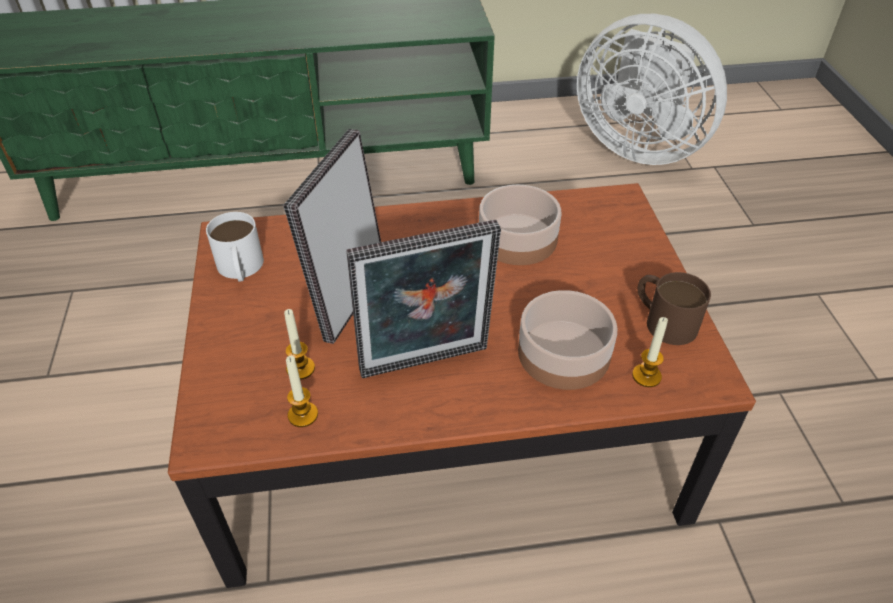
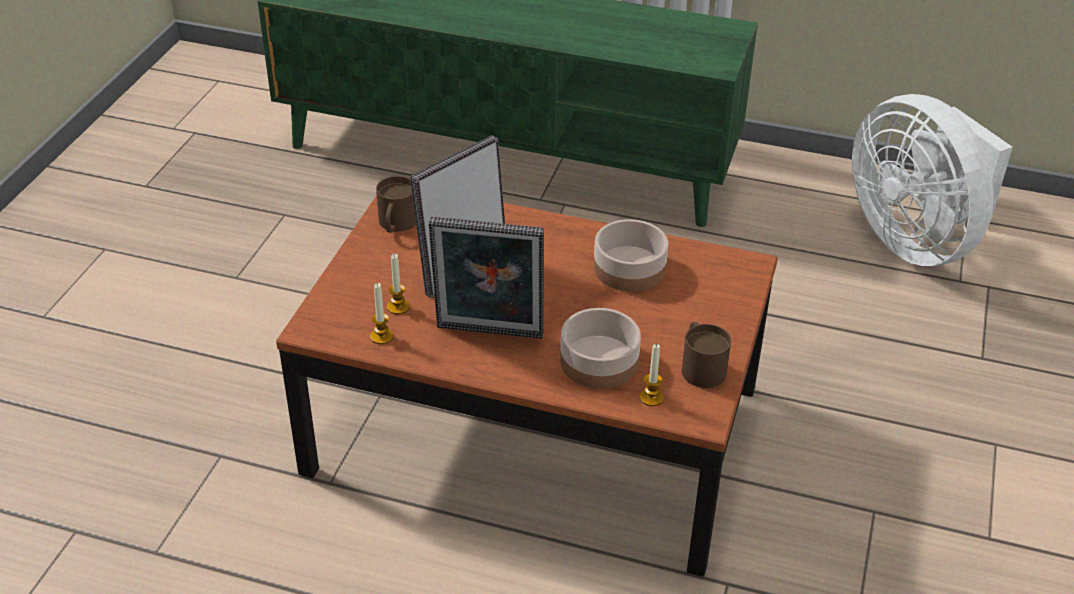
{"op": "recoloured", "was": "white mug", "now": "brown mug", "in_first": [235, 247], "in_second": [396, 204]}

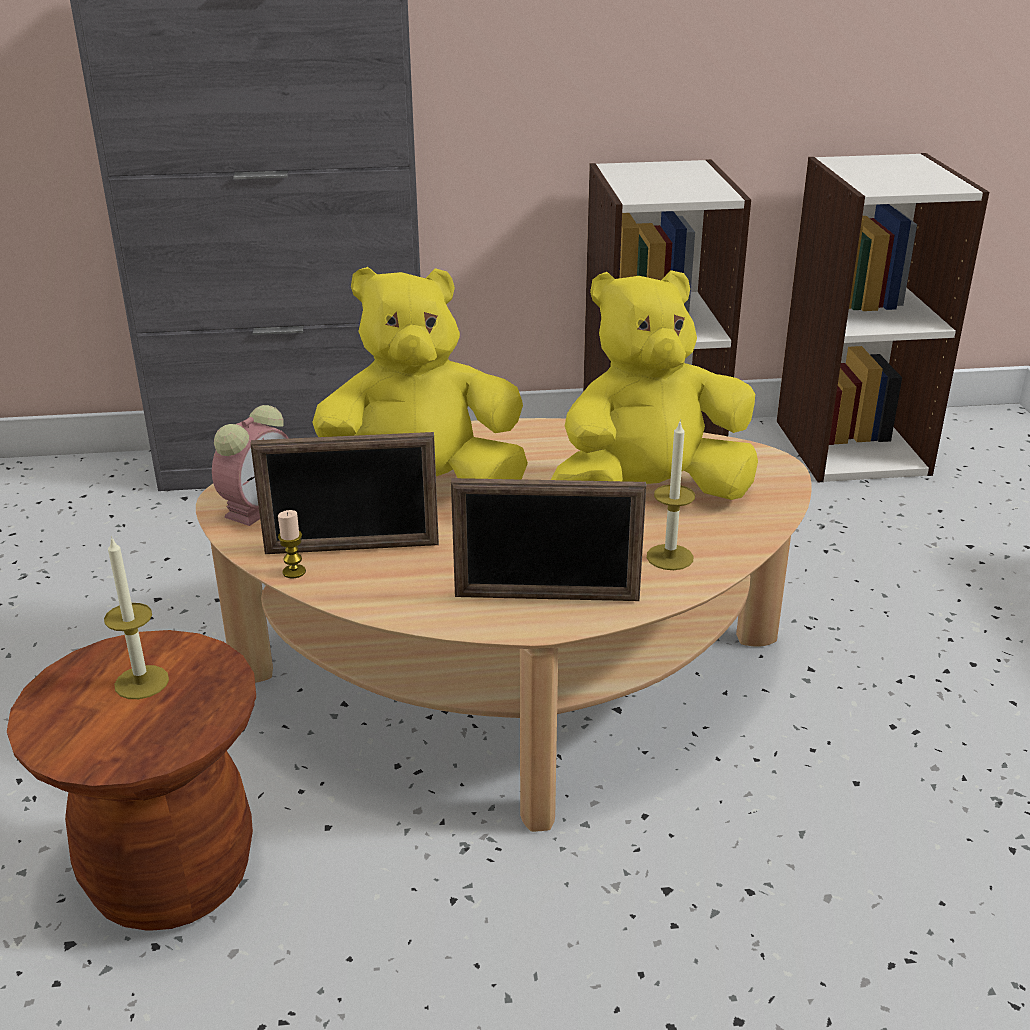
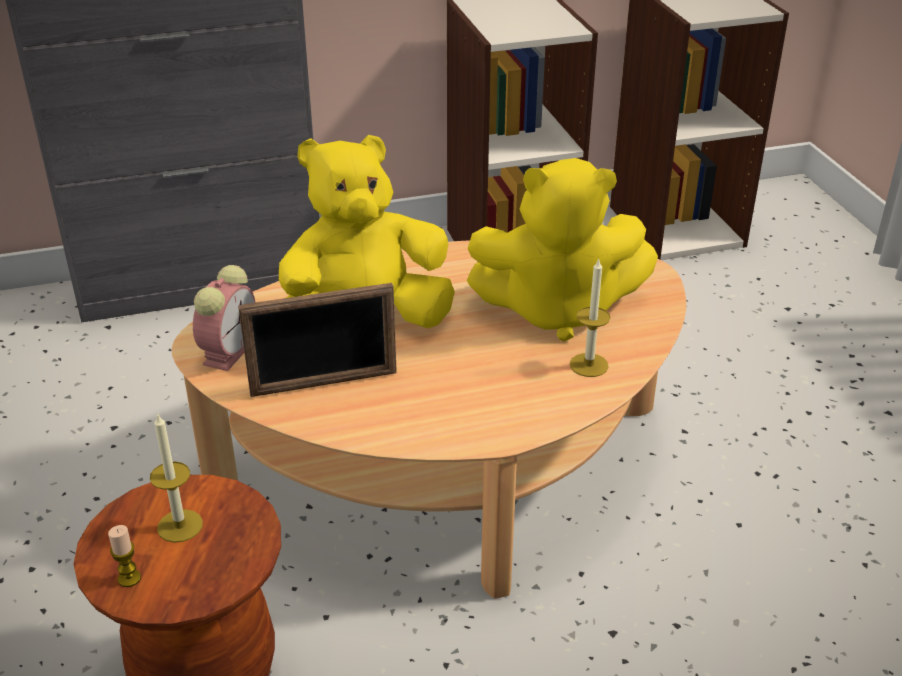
{"op": "moved", "was": "candle", "in_first": [292, 544], "in_second": [124, 556]}
{"op": "turned", "was": "yellow plush toy", "in_first": [654, 385], "in_second": [562, 250], "clockwise": -150}
{"op": "removed", "was": "picture frame", "in_first": [548, 539]}

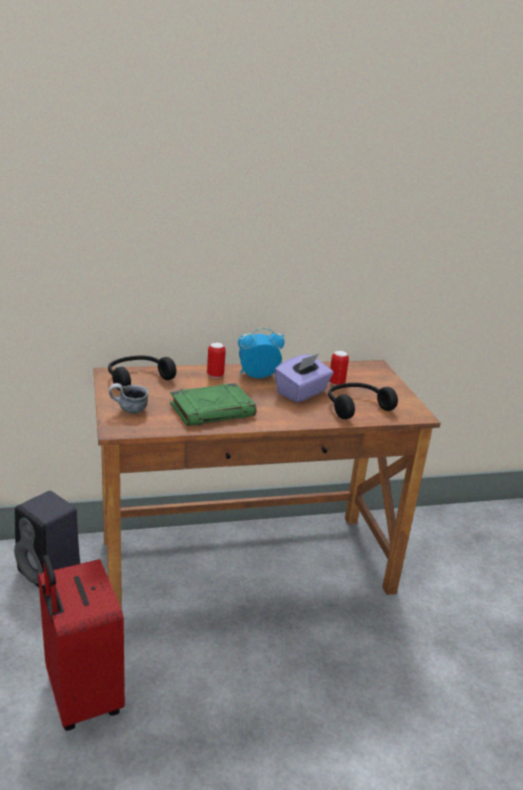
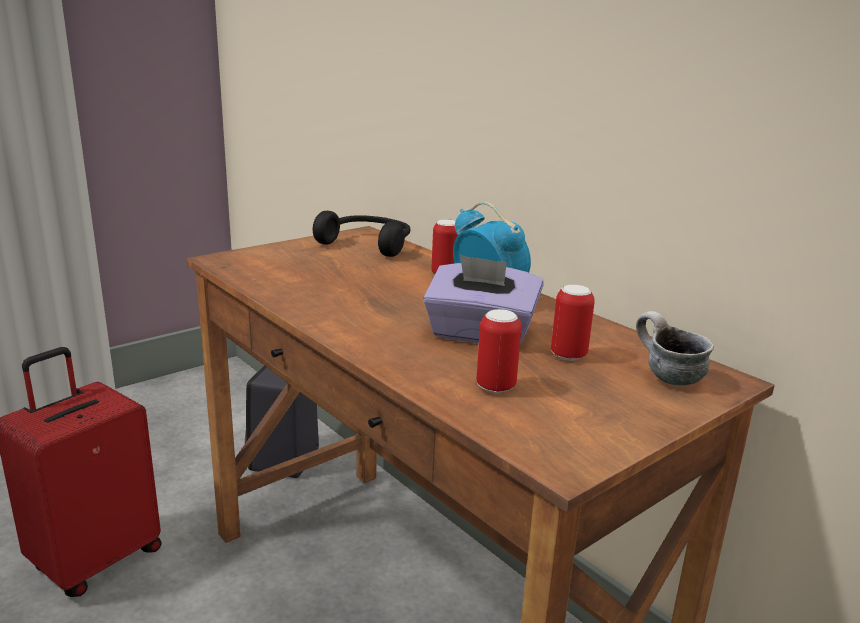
{"op": "replaced", "was": "black headphones", "now": "can", "in_first": [363, 401], "in_second": [499, 351]}
{"op": "moved", "was": "mug", "in_first": [129, 398], "in_second": [675, 348]}
{"op": "removed", "was": "green book", "in_first": [213, 404]}

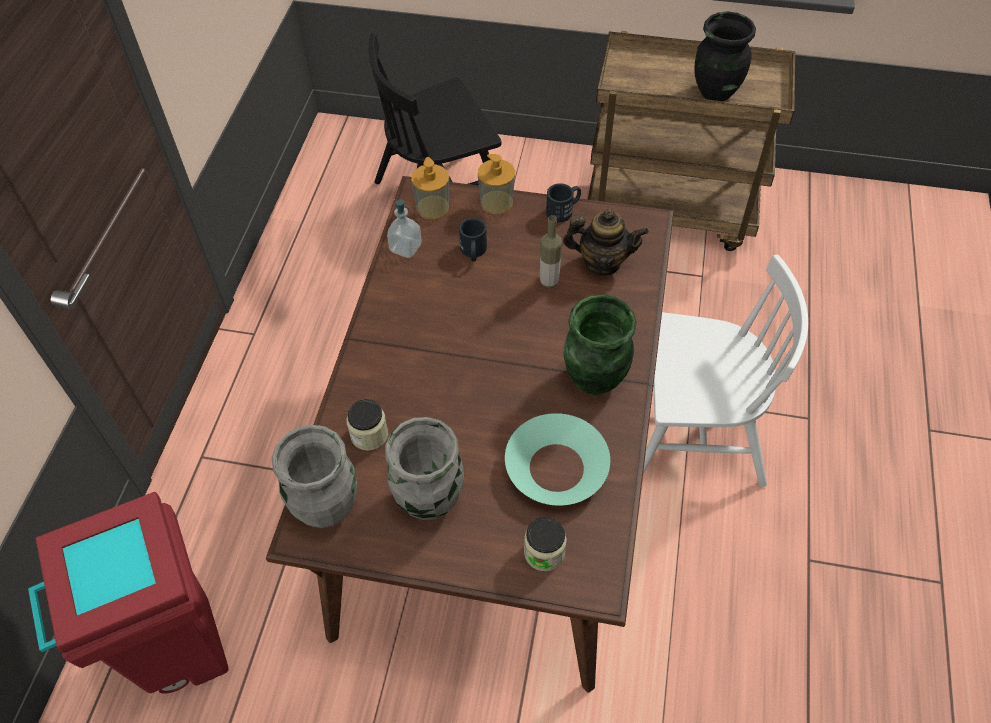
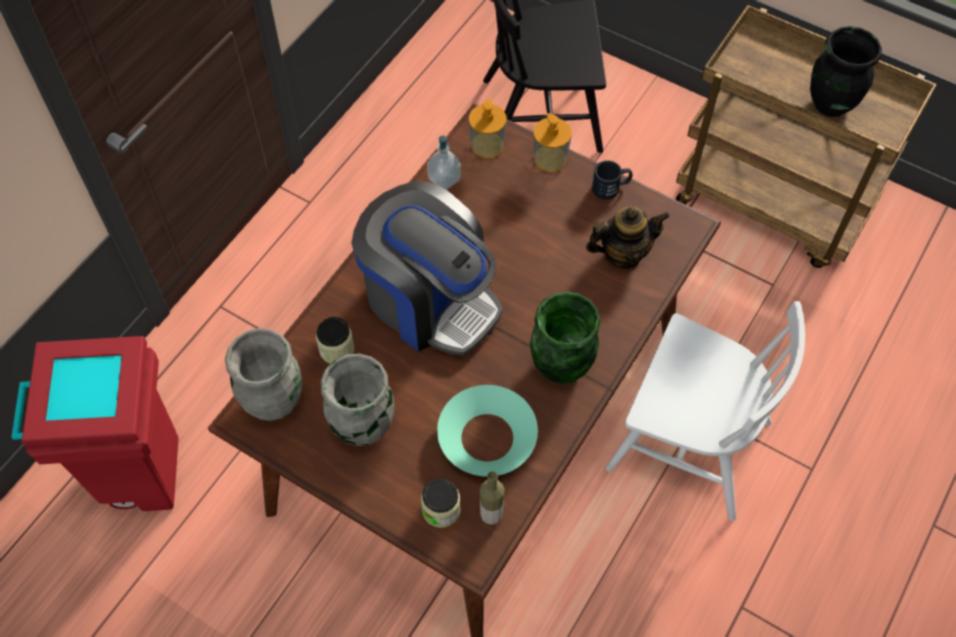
{"op": "added", "now": "coffee machine", "in_second": [427, 268]}
{"op": "moved", "was": "bottle", "in_first": [551, 251], "in_second": [492, 498]}
{"op": "turned", "was": "teapot", "in_first": [606, 242], "in_second": [628, 238], "clockwise": -45}
{"op": "removed", "was": "black mug", "in_first": [473, 240]}

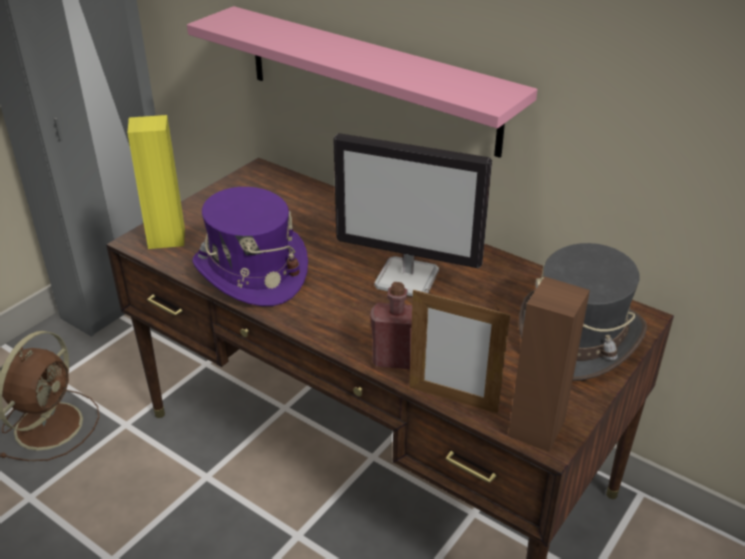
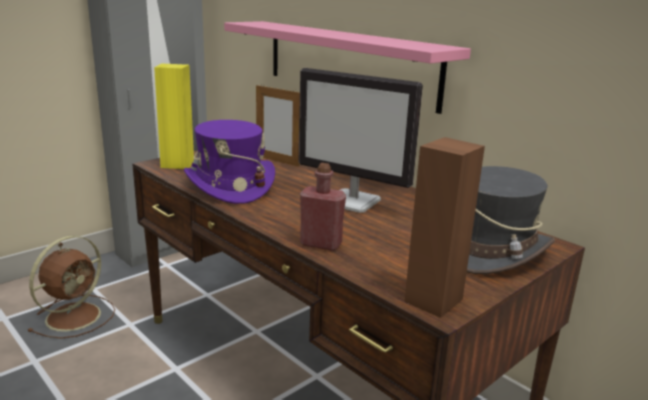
{"op": "moved", "was": "picture frame", "in_first": [459, 351], "in_second": [278, 126]}

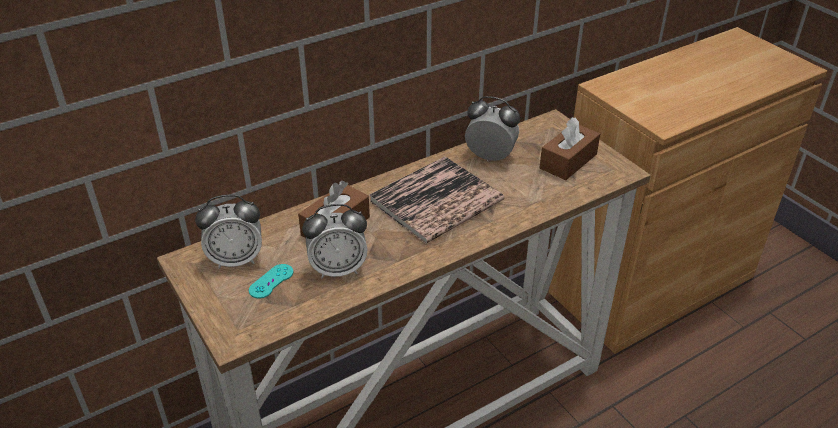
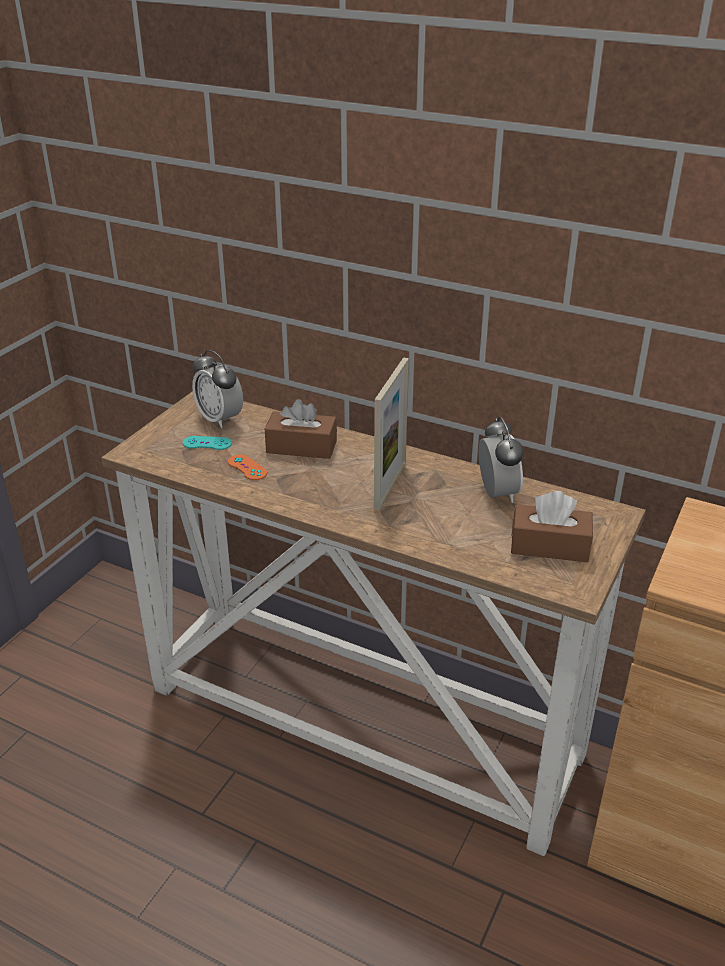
{"op": "replaced", "was": "alarm clock", "now": "orange game controller", "in_first": [335, 241], "in_second": [247, 467]}
{"op": "replaced", "was": "book", "now": "picture frame", "in_first": [436, 200], "in_second": [391, 433]}

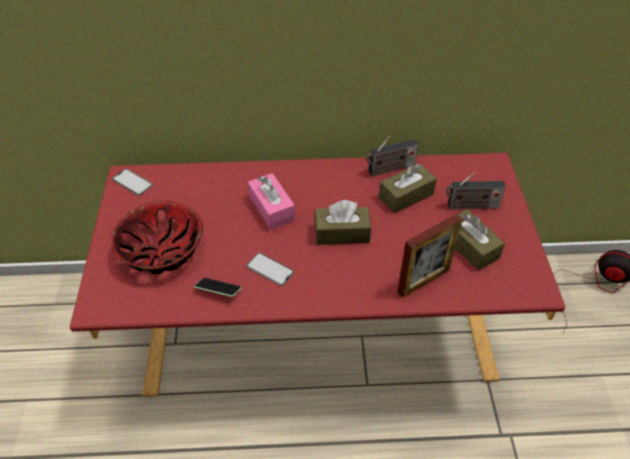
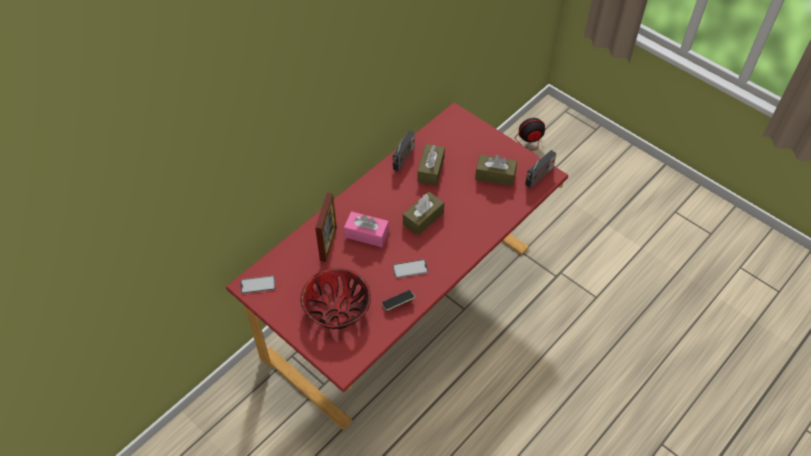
{"op": "moved", "was": "picture frame", "in_first": [430, 256], "in_second": [326, 227]}
{"op": "moved", "was": "radio", "in_first": [476, 190], "in_second": [540, 169]}

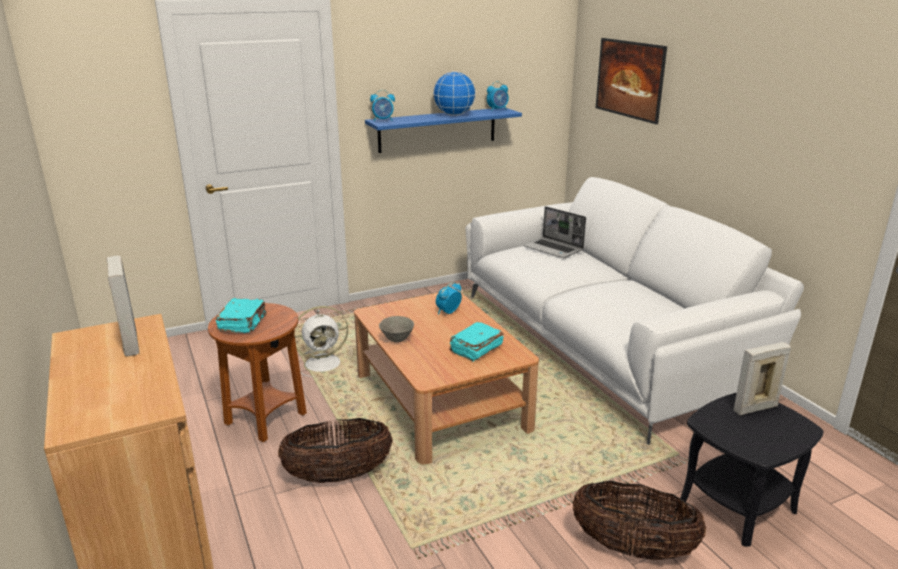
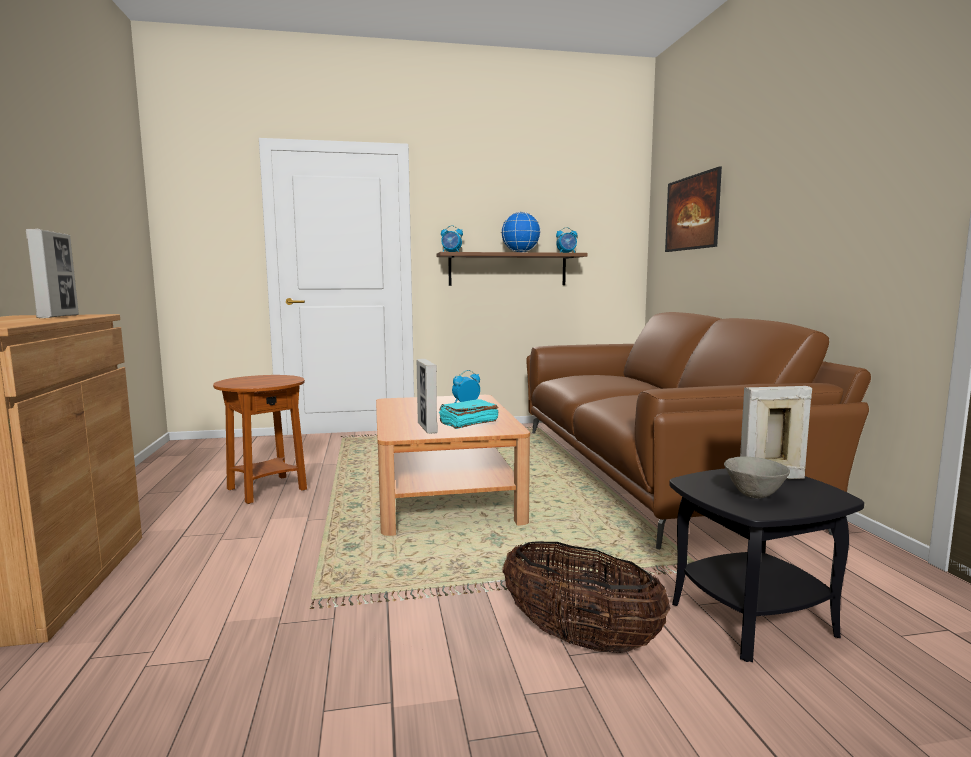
{"op": "added", "now": "picture frame", "in_second": [427, 396]}
{"op": "recoloured", "was": "blue shelf", "now": "brown shelf", "in_first": [443, 130], "in_second": [512, 269]}
{"op": "recoloured", "was": "white sofa", "now": "brown sofa", "in_first": [635, 311], "in_second": [698, 430]}
{"op": "moved", "was": "grey bowl", "in_first": [396, 329], "in_second": [757, 478]}
{"op": "removed", "was": "turquoise book", "in_first": [241, 315]}
{"op": "removed", "was": "basket", "in_first": [335, 450]}
{"op": "removed", "was": "white fan", "in_first": [321, 341]}
{"op": "removed", "was": "laptop", "in_first": [554, 232]}

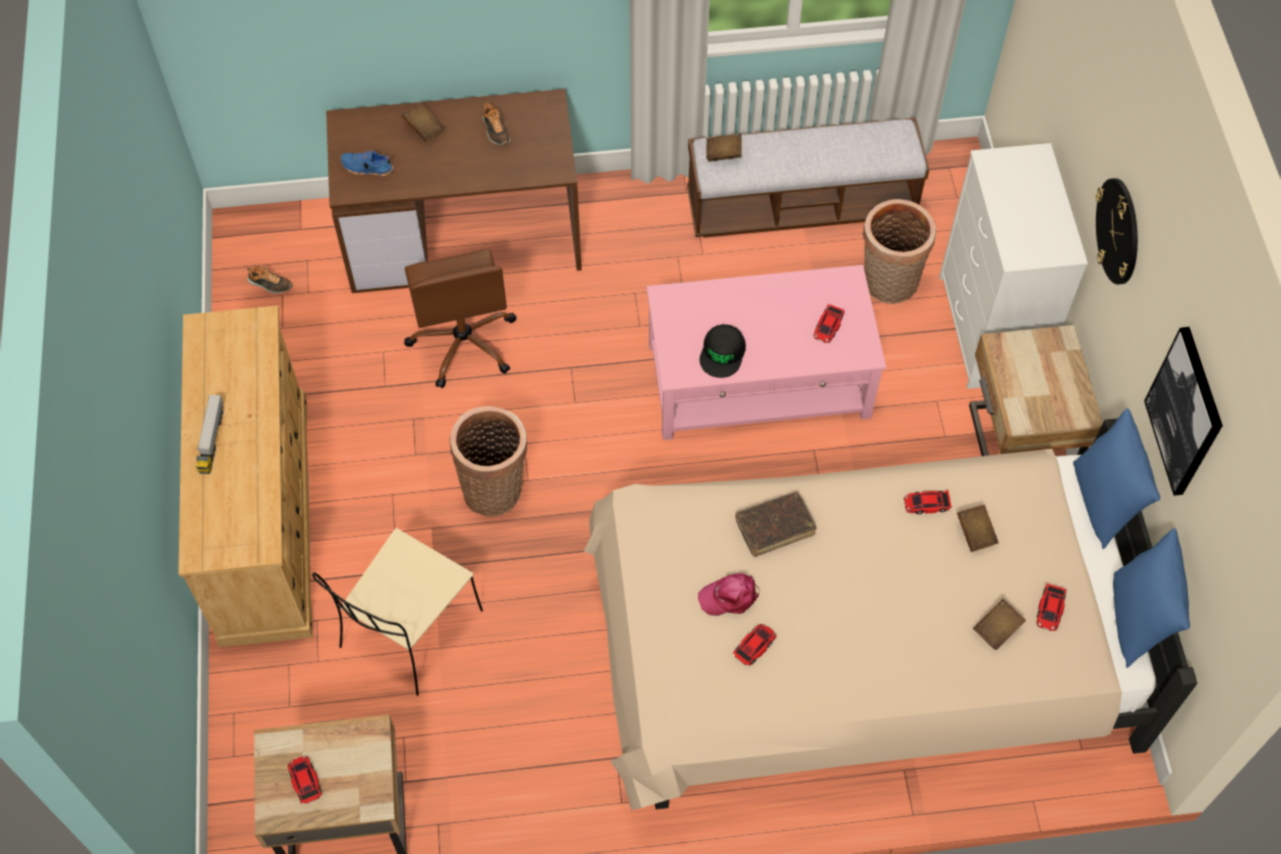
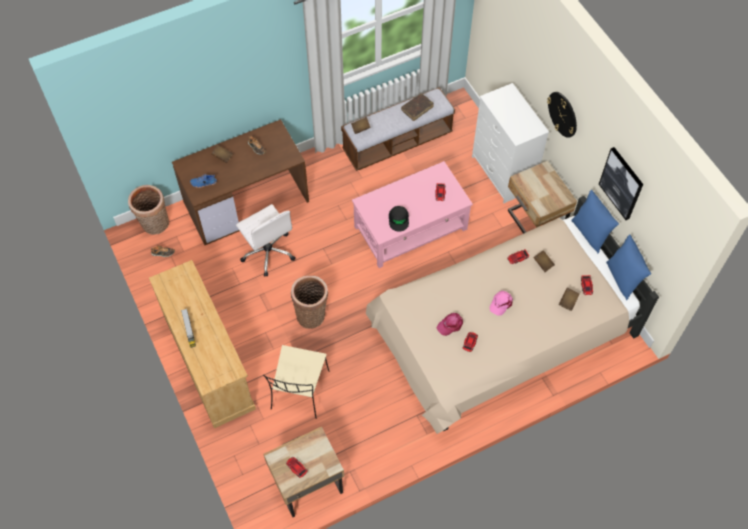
{"op": "moved", "was": "basket", "in_first": [899, 251], "in_second": [148, 210]}
{"op": "recoloured", "was": "brown office chair", "now": "white office chair", "in_first": [460, 318], "in_second": [266, 240]}
{"op": "moved", "was": "brown book", "in_first": [776, 524], "in_second": [417, 107]}
{"op": "added", "now": "pink cap", "in_second": [501, 303]}

